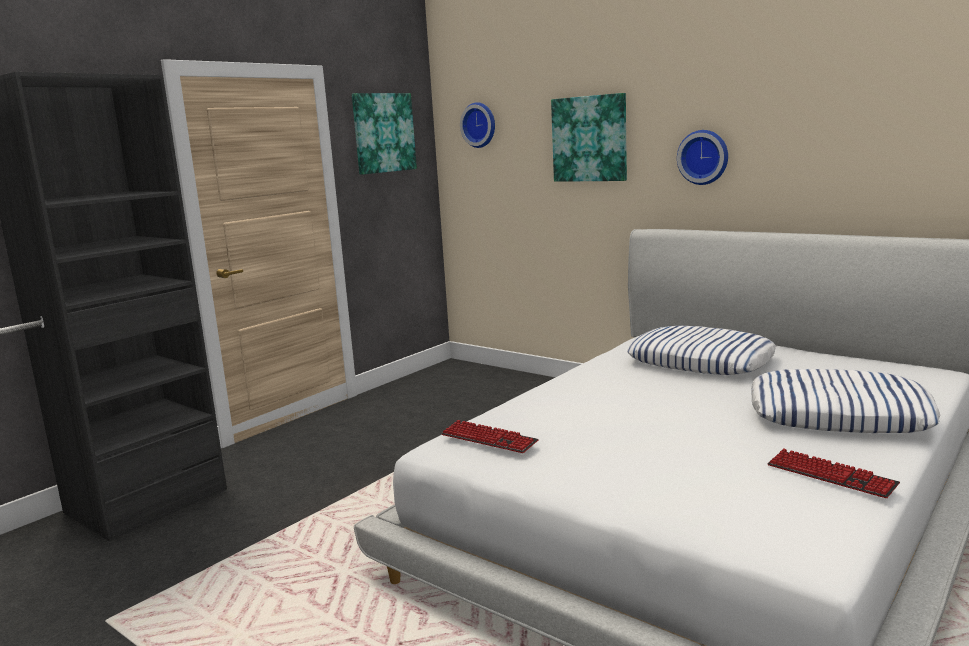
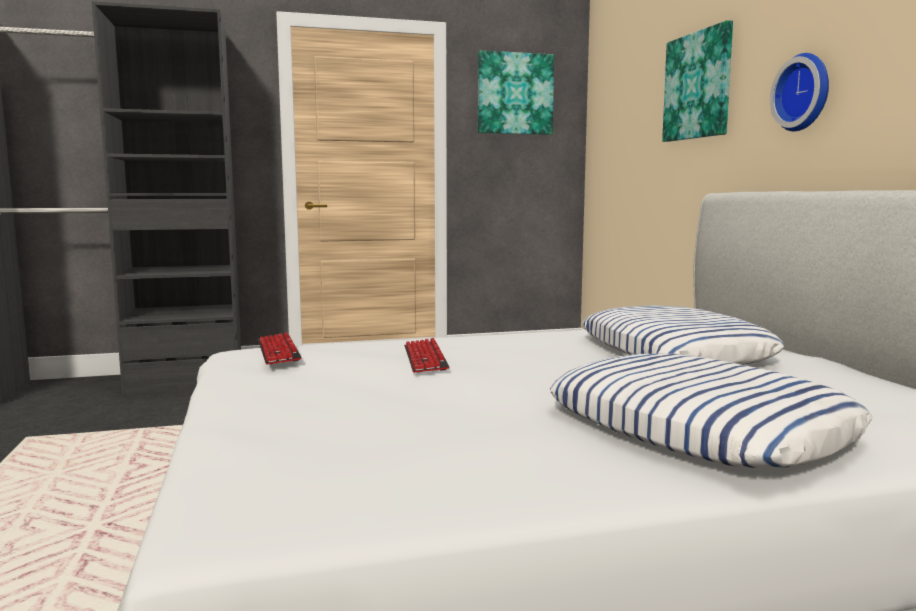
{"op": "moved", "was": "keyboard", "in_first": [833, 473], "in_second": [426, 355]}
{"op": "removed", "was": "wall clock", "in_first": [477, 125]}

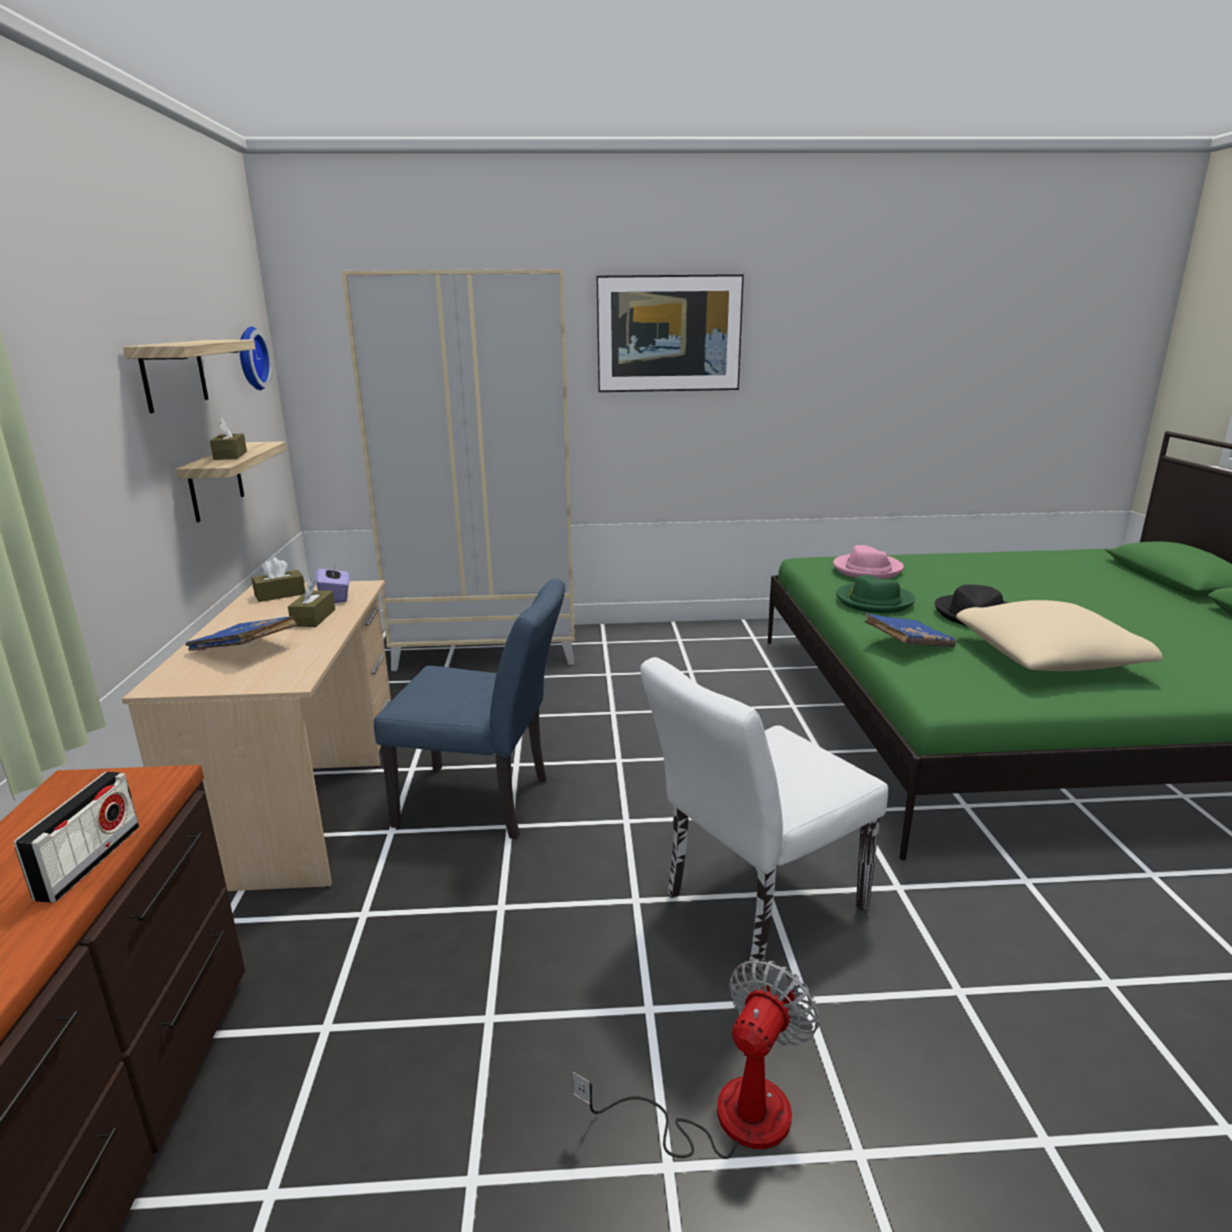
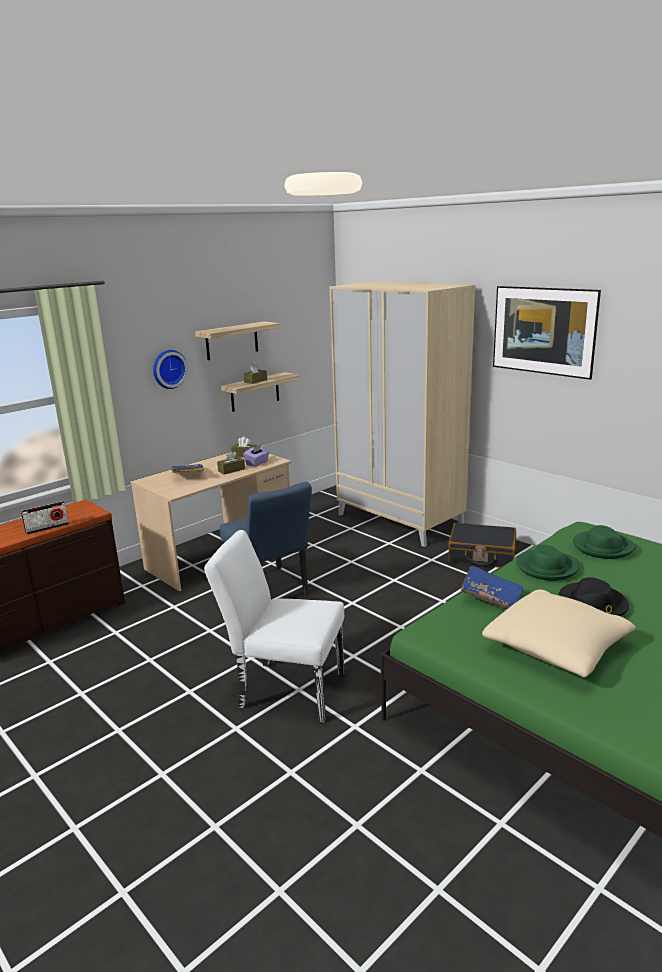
{"op": "moved", "was": "wall clock", "in_first": [256, 358], "in_second": [170, 369]}
{"op": "added", "now": "black suitcase", "in_second": [482, 545]}
{"op": "recoloured", "was": "pink hat", "now": "green hat", "in_first": [868, 562], "in_second": [605, 542]}
{"op": "removed", "was": "fan", "in_first": [695, 1059]}

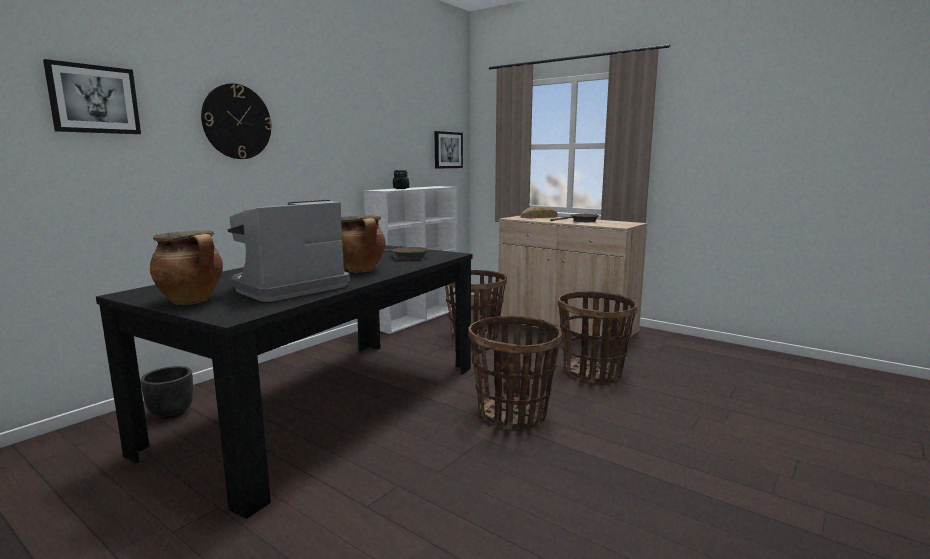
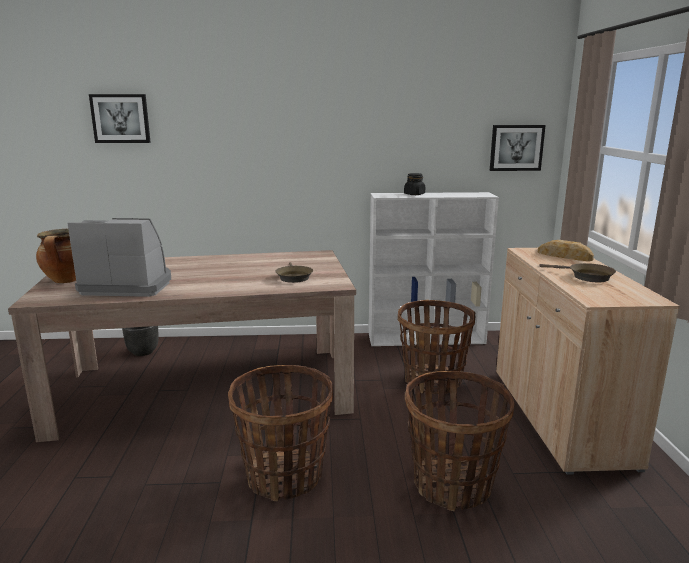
{"op": "recoloured", "was": "black dining table", "now": "beige dining table", "in_first": [284, 382], "in_second": [182, 346]}
{"op": "removed", "was": "wall clock", "in_first": [236, 121]}
{"op": "removed", "was": "cooking pot", "in_first": [363, 244]}

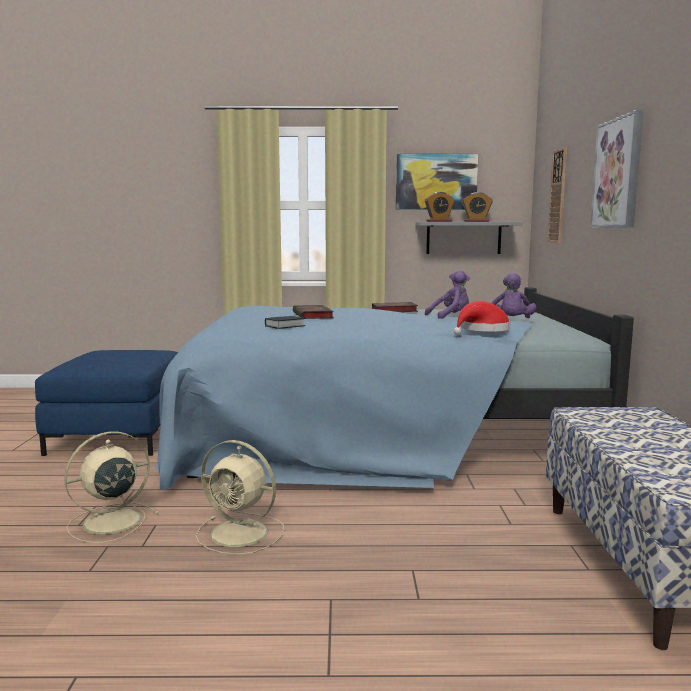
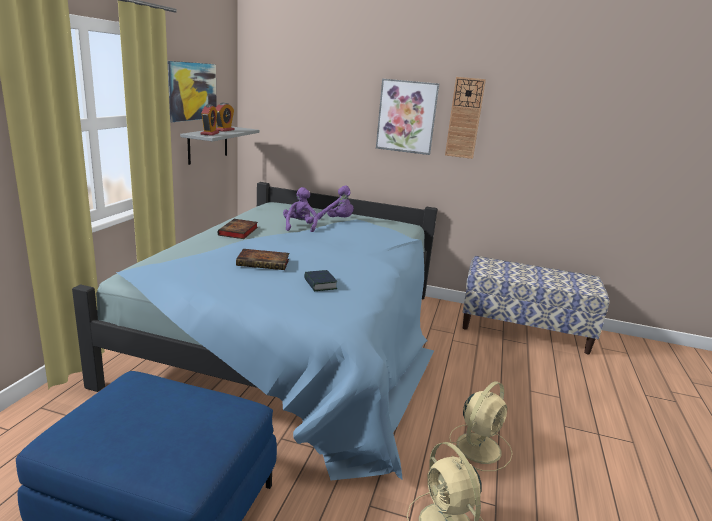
{"op": "moved", "was": "wall clock", "in_first": [557, 195], "in_second": [465, 118]}
{"op": "removed", "was": "red hat", "in_first": [482, 318]}

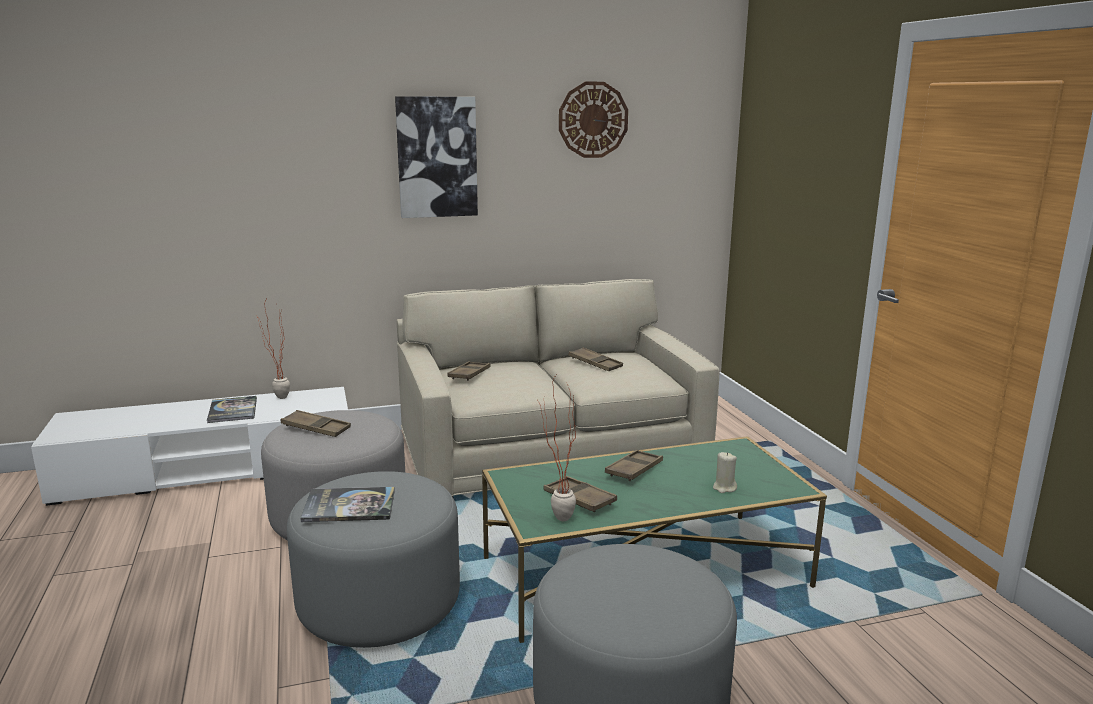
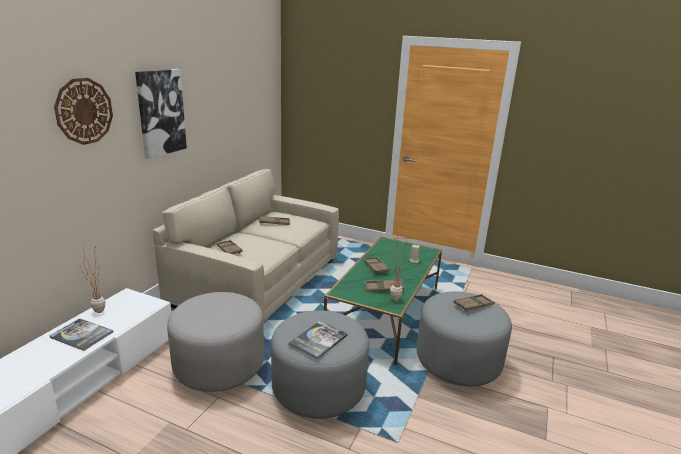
{"op": "moved", "was": "wall clock", "in_first": [593, 120], "in_second": [83, 111]}
{"op": "moved", "was": "brown tray", "in_first": [316, 423], "in_second": [473, 302]}

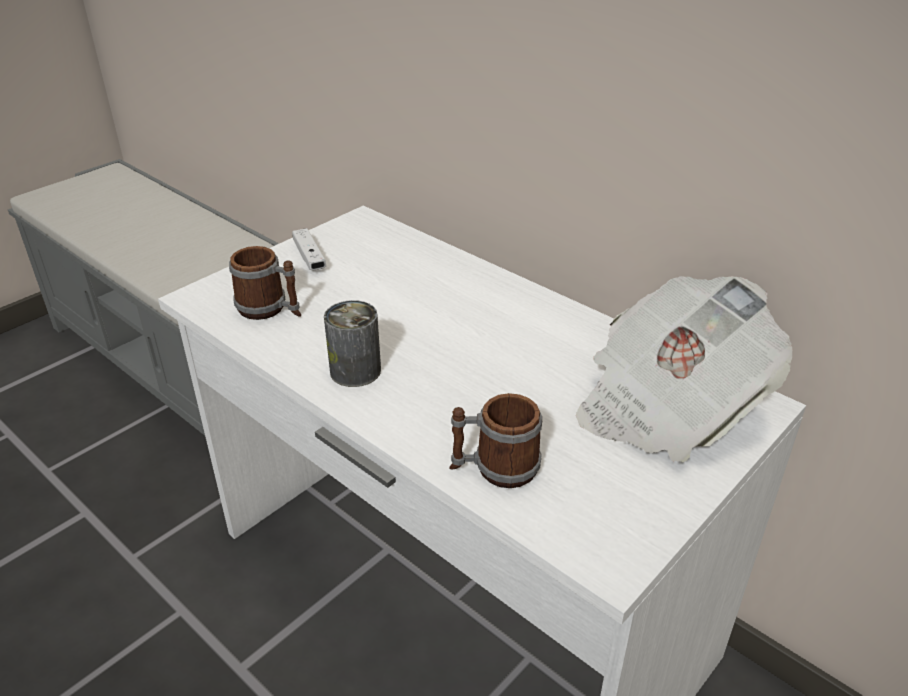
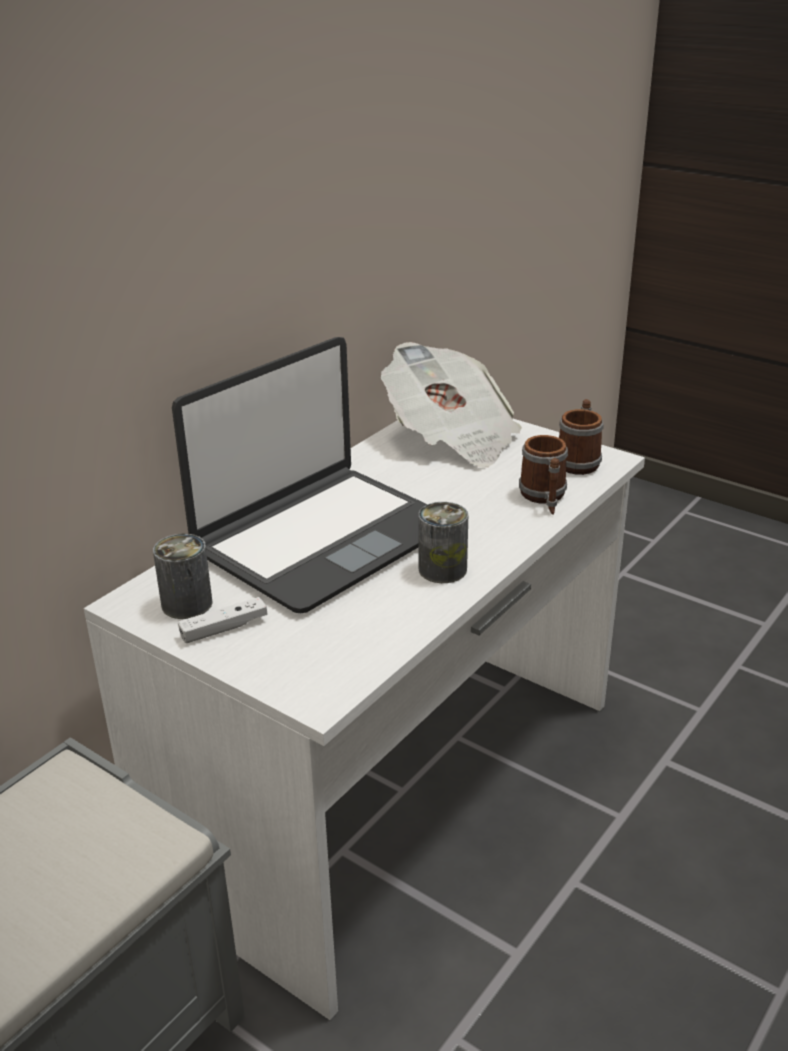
{"op": "added", "now": "can", "in_second": [183, 576]}
{"op": "added", "now": "laptop", "in_second": [300, 475]}
{"op": "moved", "was": "mug", "in_first": [265, 283], "in_second": [581, 437]}

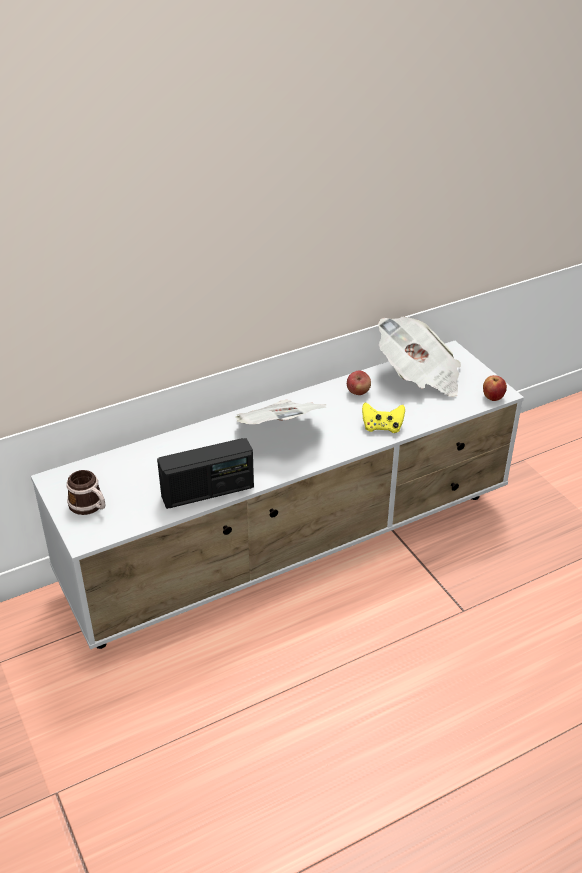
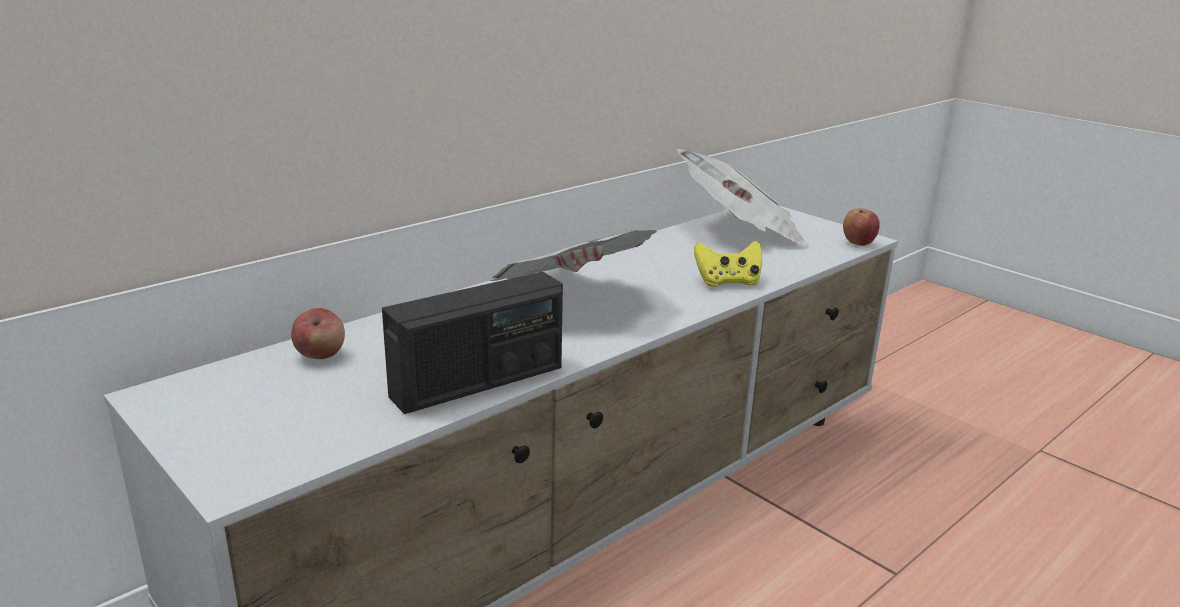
{"op": "moved", "was": "apple", "in_first": [359, 383], "in_second": [318, 333]}
{"op": "removed", "was": "mug", "in_first": [86, 492]}

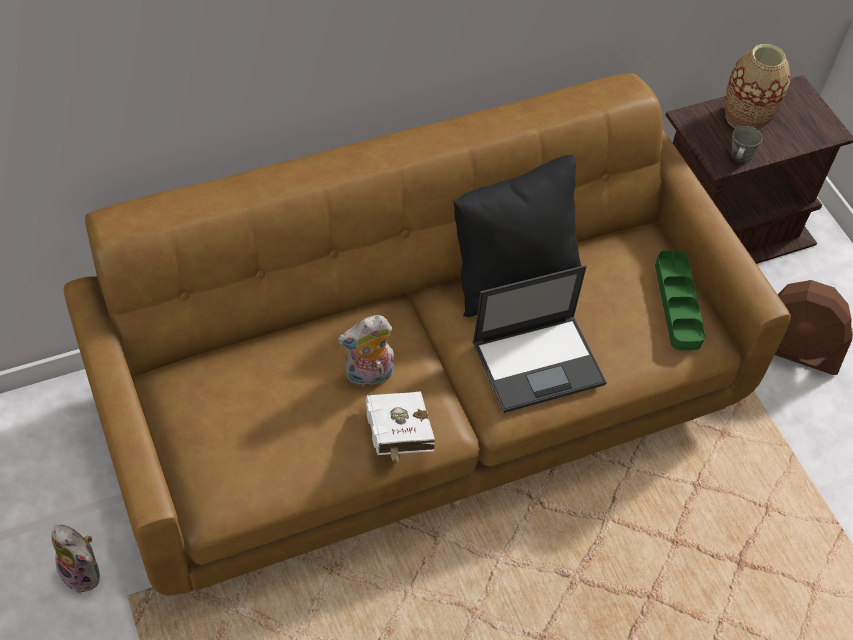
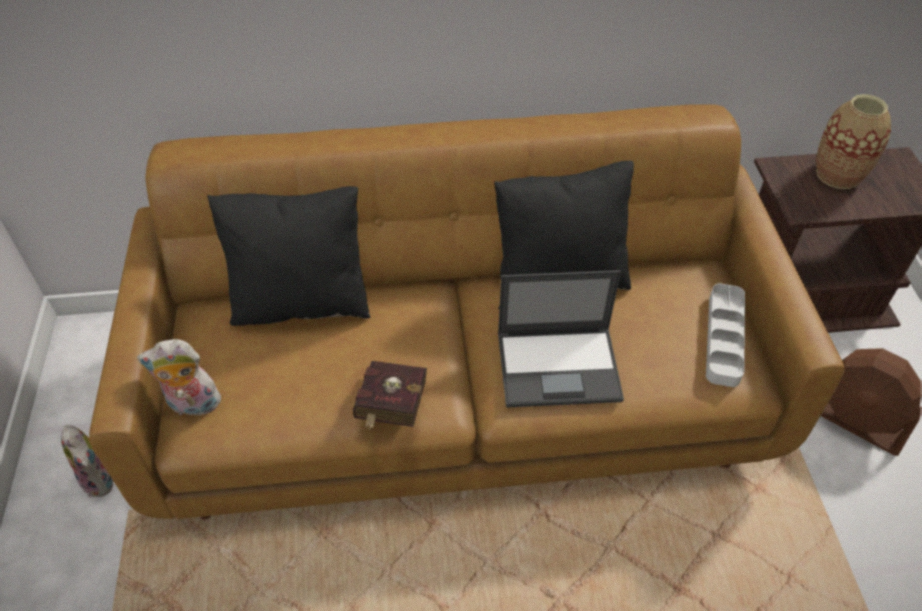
{"op": "moved", "was": "plush toy", "in_first": [365, 351], "in_second": [180, 377]}
{"op": "added", "now": "black pillow", "in_second": [289, 256]}
{"op": "recoloured", "was": "white book", "now": "red book", "in_first": [400, 427], "in_second": [390, 395]}
{"op": "recoloured", "was": "green tray", "now": "grey tray", "in_first": [680, 300], "in_second": [725, 335]}
{"op": "removed", "was": "grey mug", "in_first": [747, 144]}

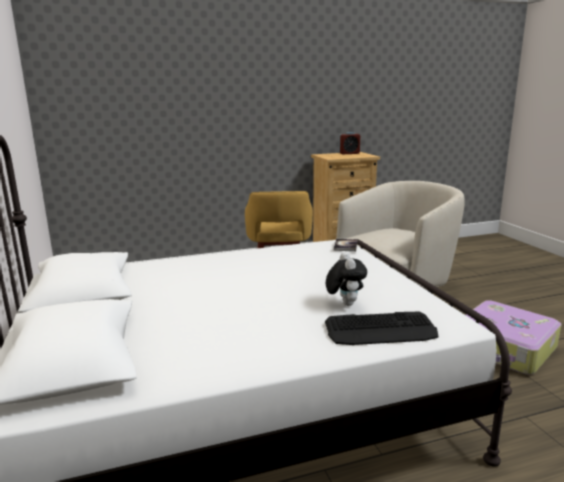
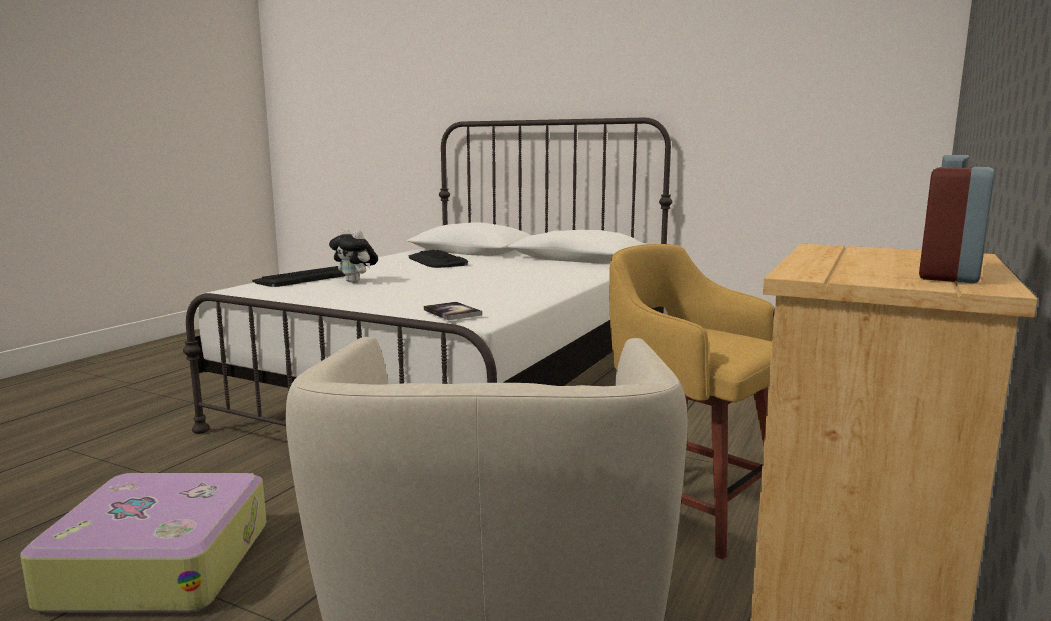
{"op": "added", "now": "keyboard", "in_second": [438, 259]}

